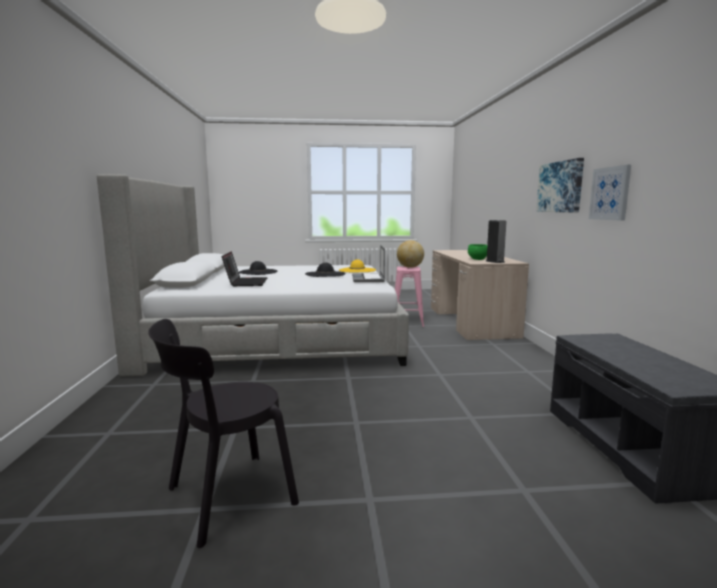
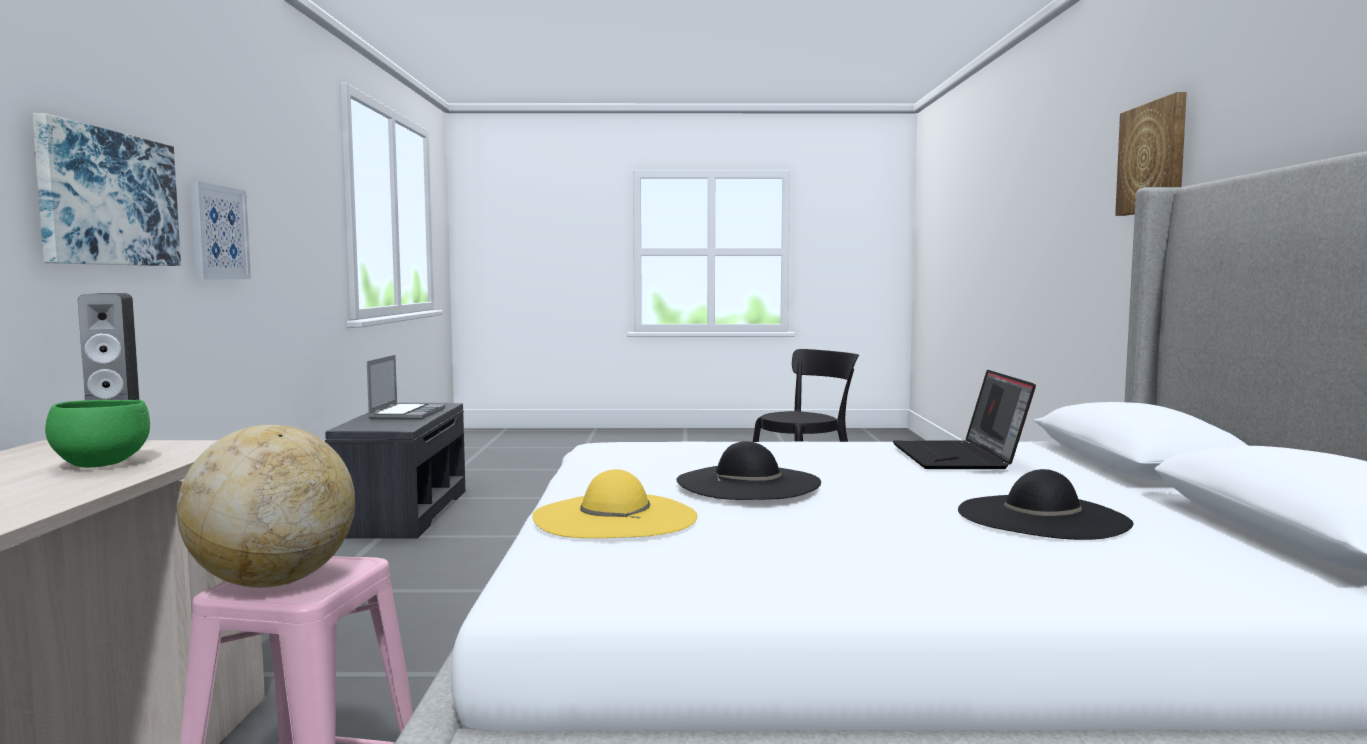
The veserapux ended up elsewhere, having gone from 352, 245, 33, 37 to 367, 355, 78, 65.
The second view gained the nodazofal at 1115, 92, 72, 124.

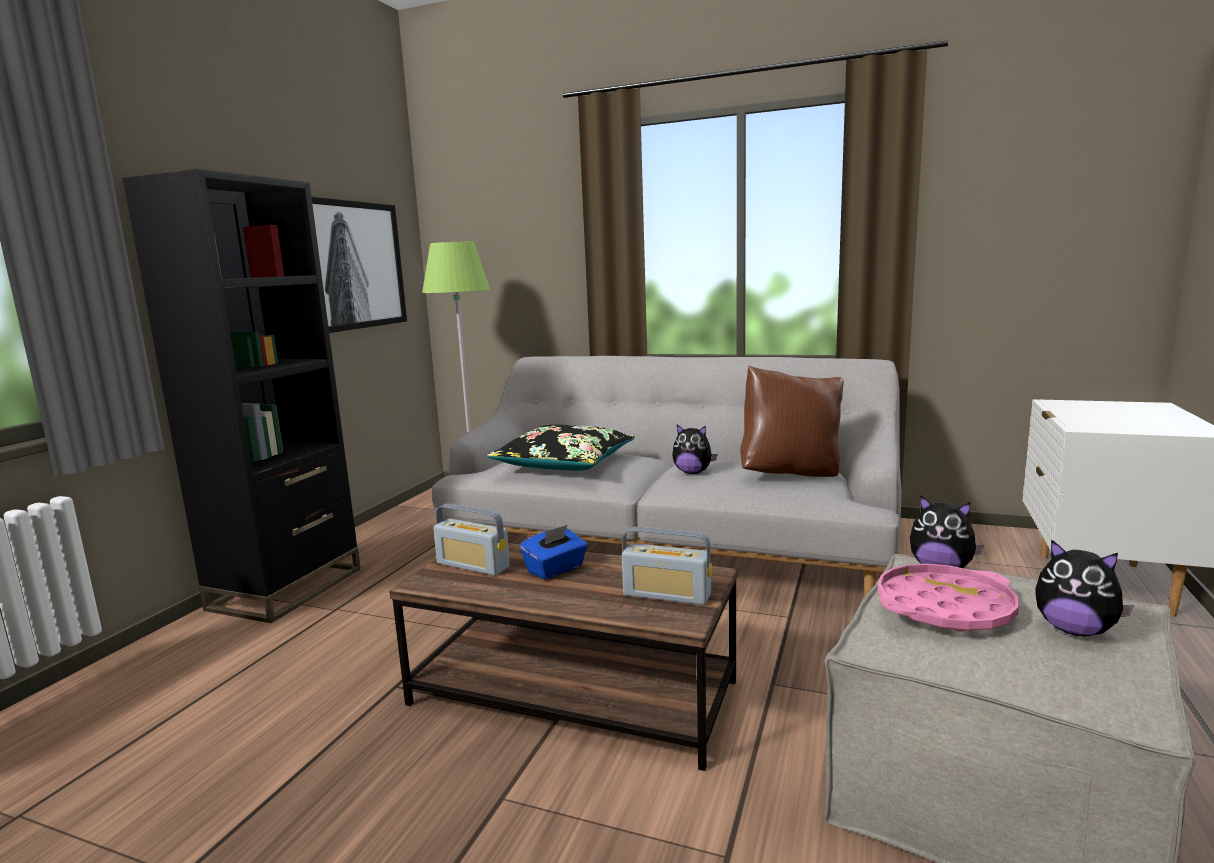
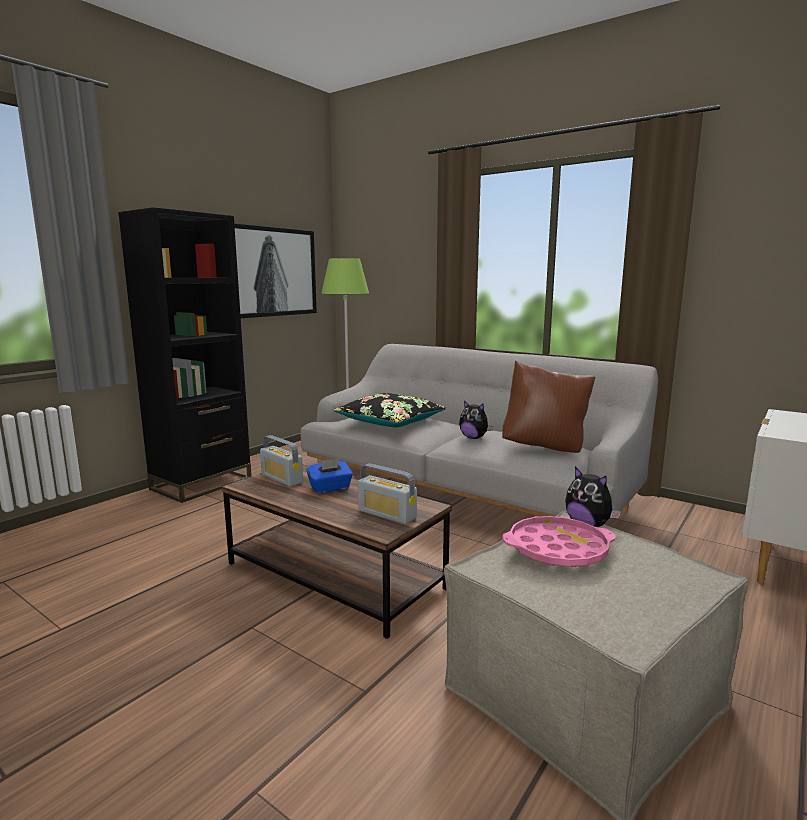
The second view lost the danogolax at 1035, 539, 99, 97.

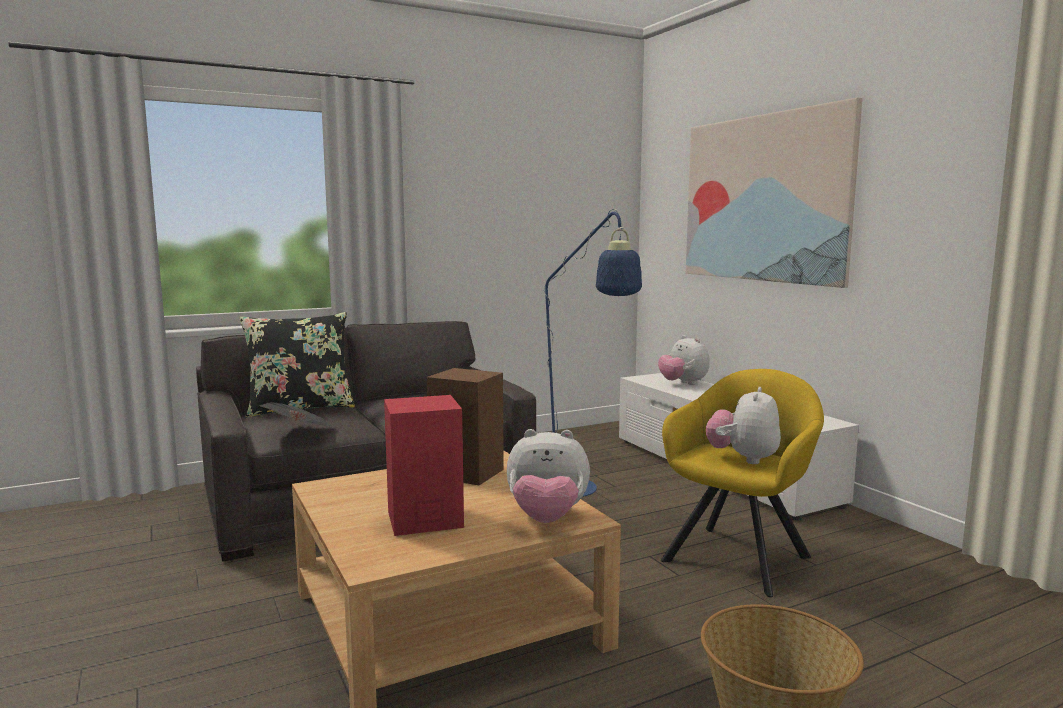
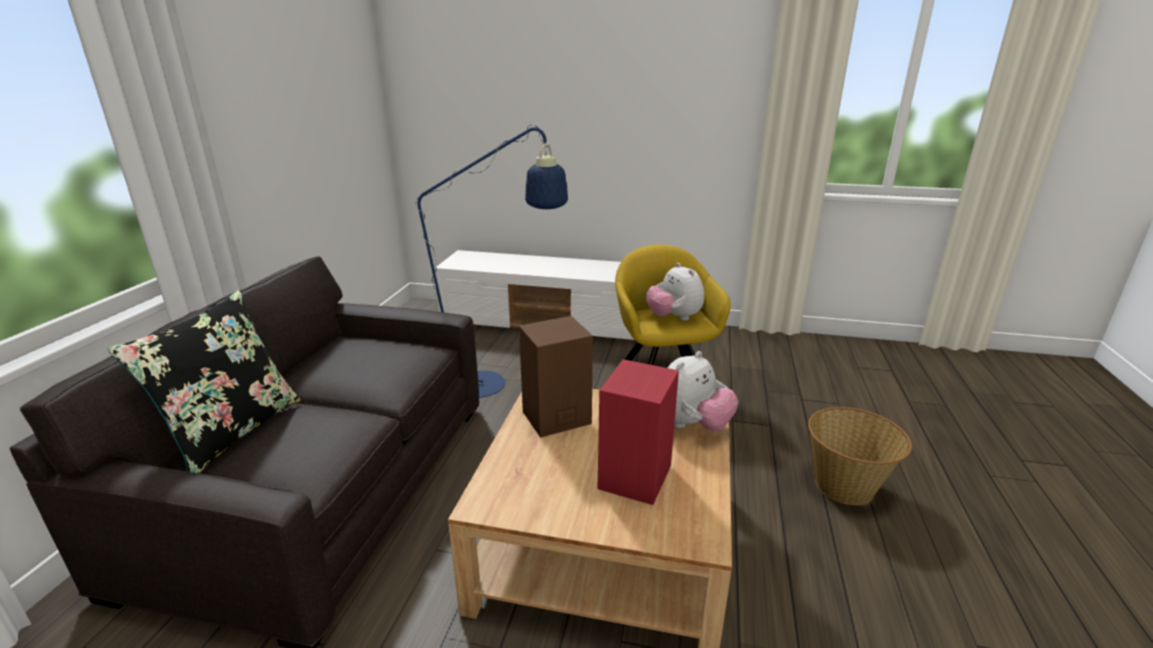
The second view lost the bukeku at 259, 403, 75, 23.
The second view lost the danogolax at 658, 335, 52, 50.
The second view lost the nodazofal at 686, 97, 177, 191.

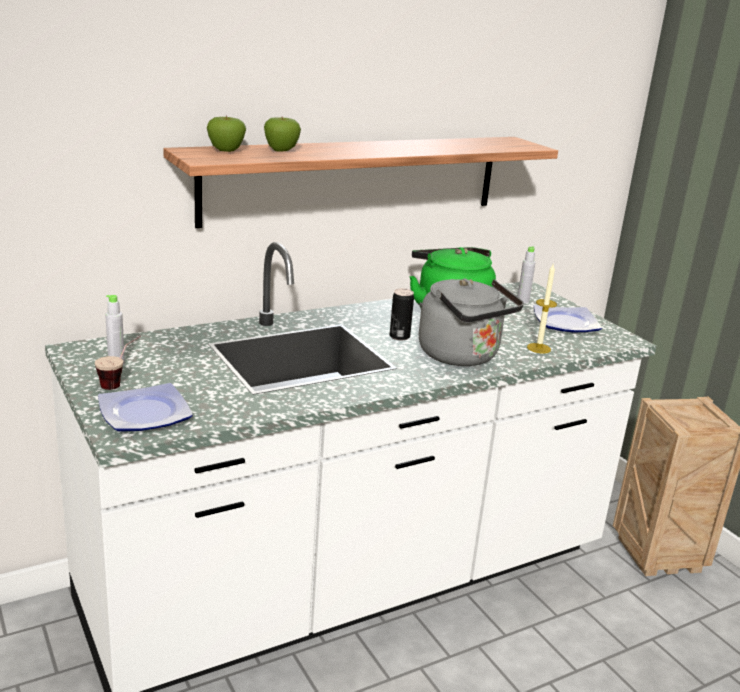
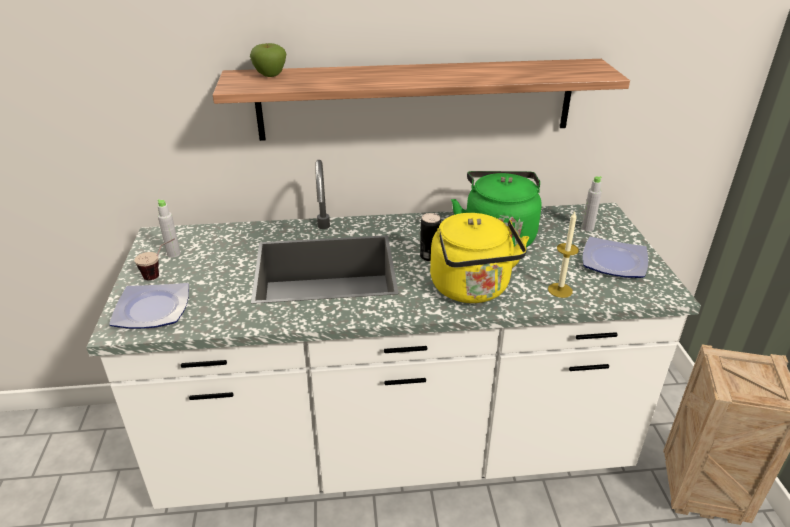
What was the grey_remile at 419, 279, 105, 87 turned into the yellow_remile at 430, 213, 99, 90.
The second view lost the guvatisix at 264, 117, 37, 34.

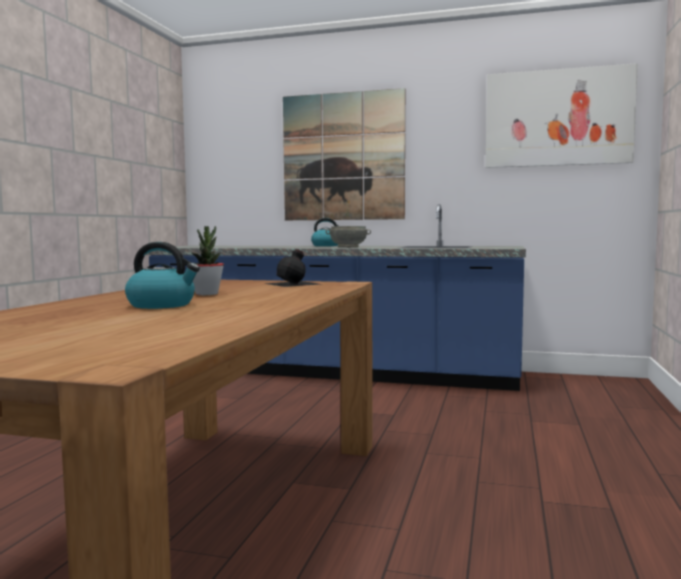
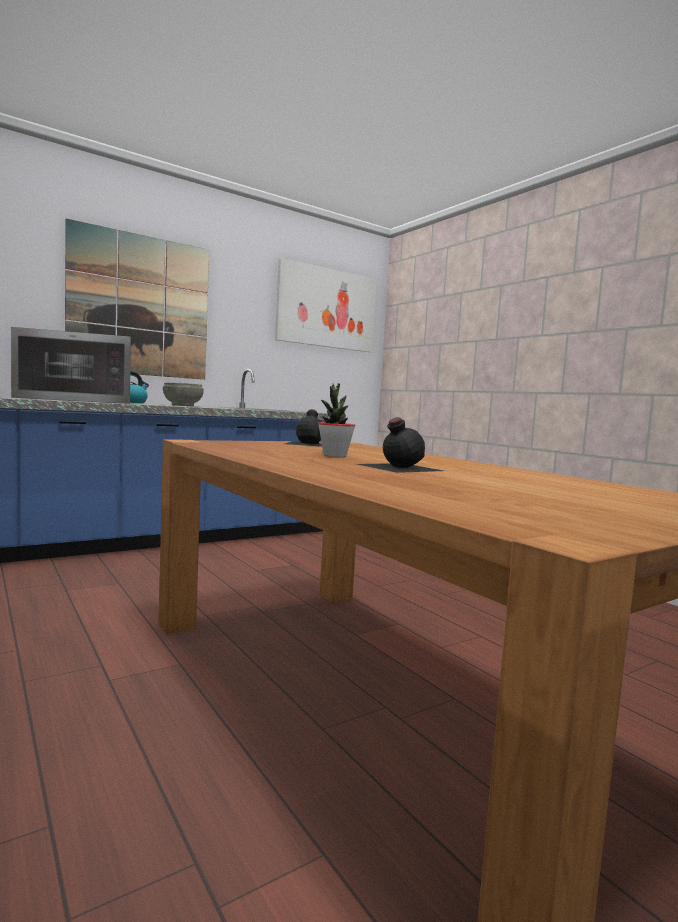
The second view gained the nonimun at 11, 327, 120, 77.
Where the remile stood at 125, 242, 75, 67, the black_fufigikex came to stand at 357, 417, 86, 56.

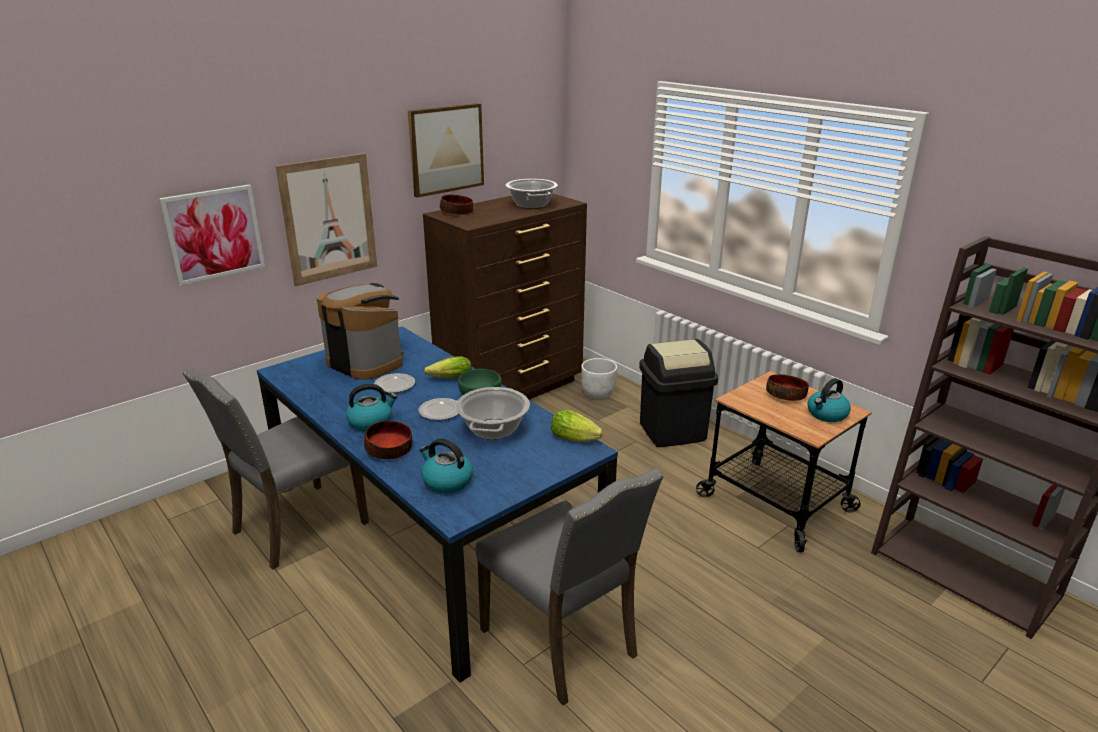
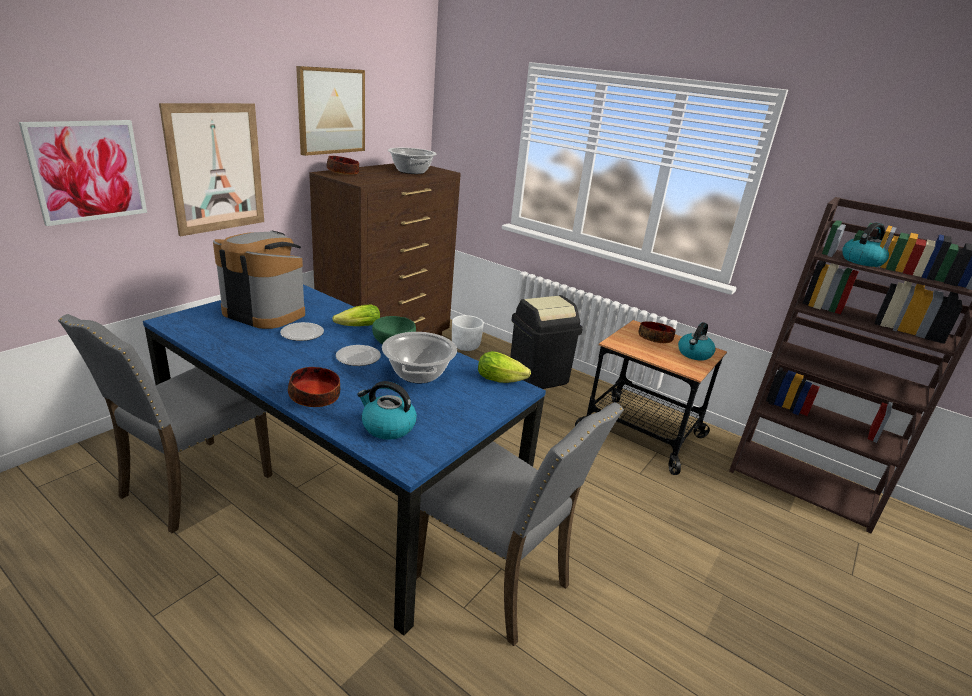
The remile ended up elsewhere, having gone from 346, 384, 51, 47 to 842, 223, 47, 44.

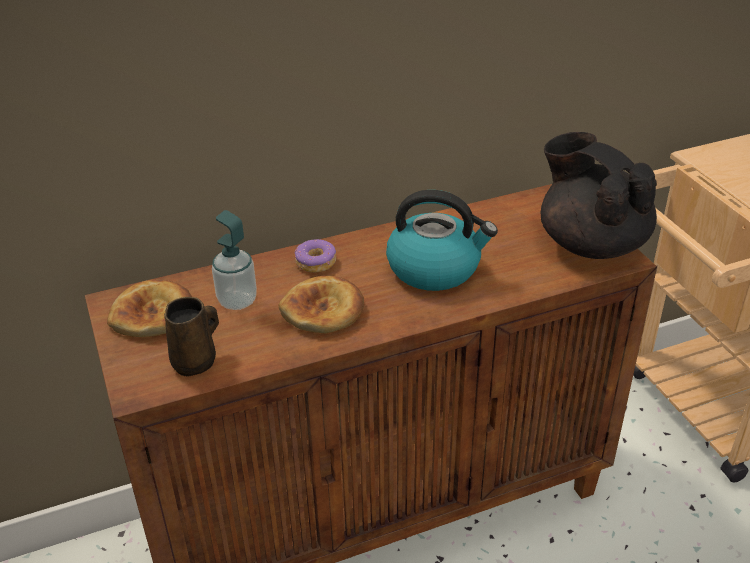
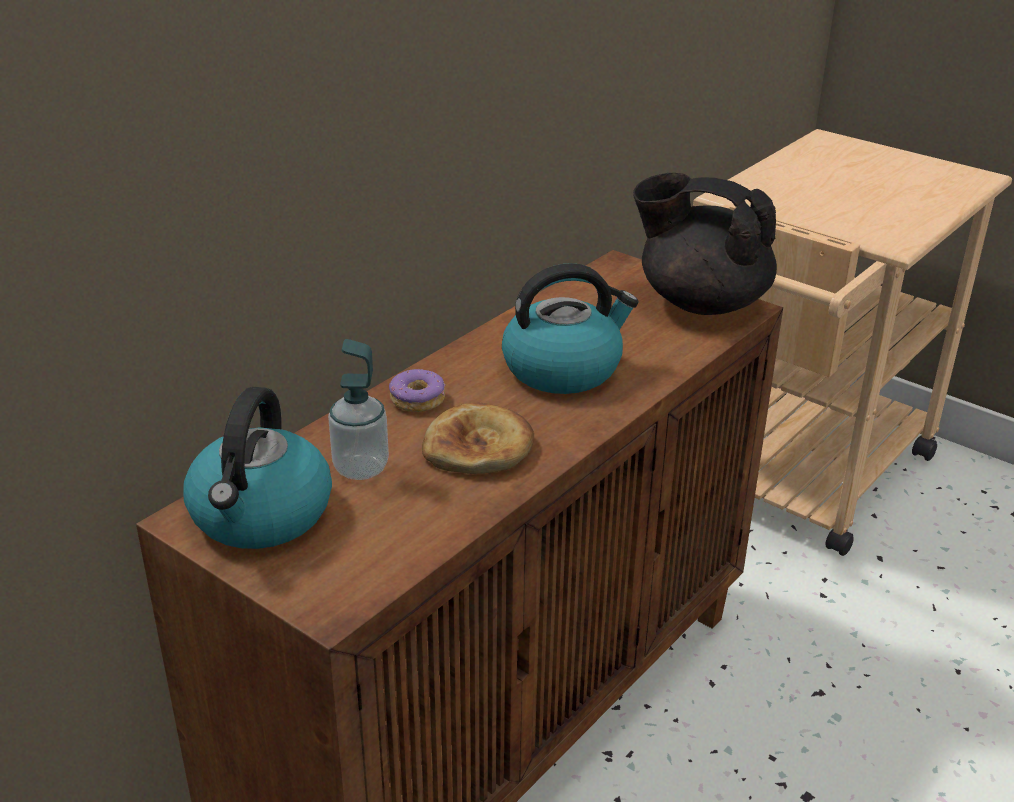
Where the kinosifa stood at 107, 279, 85, 58, the remile came to stand at 183, 387, 149, 162.
The second view lost the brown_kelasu at 164, 297, 55, 80.

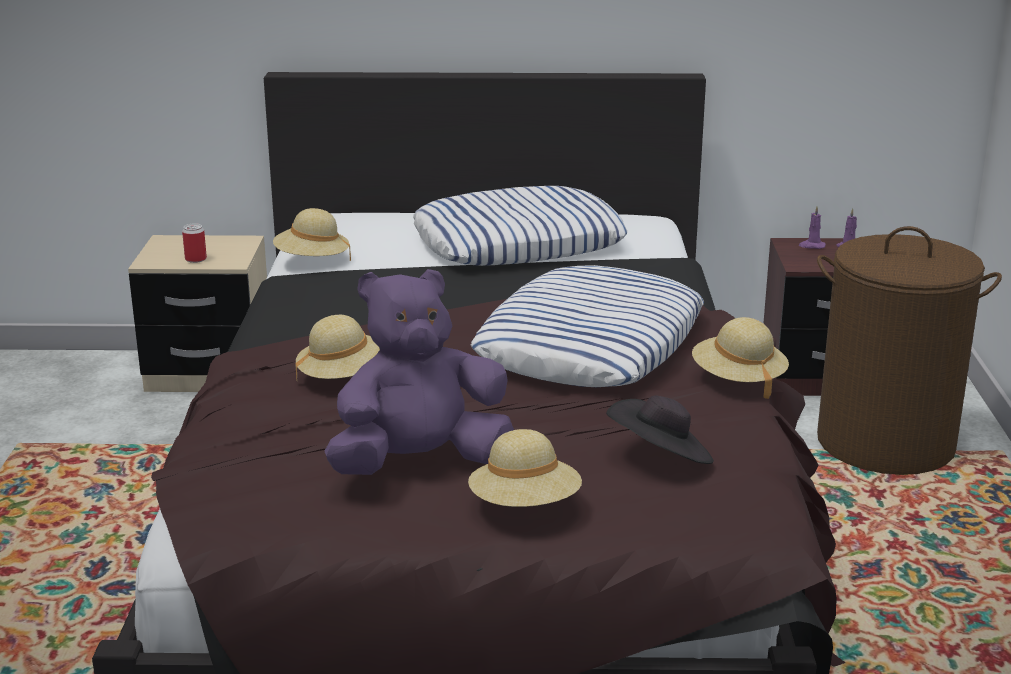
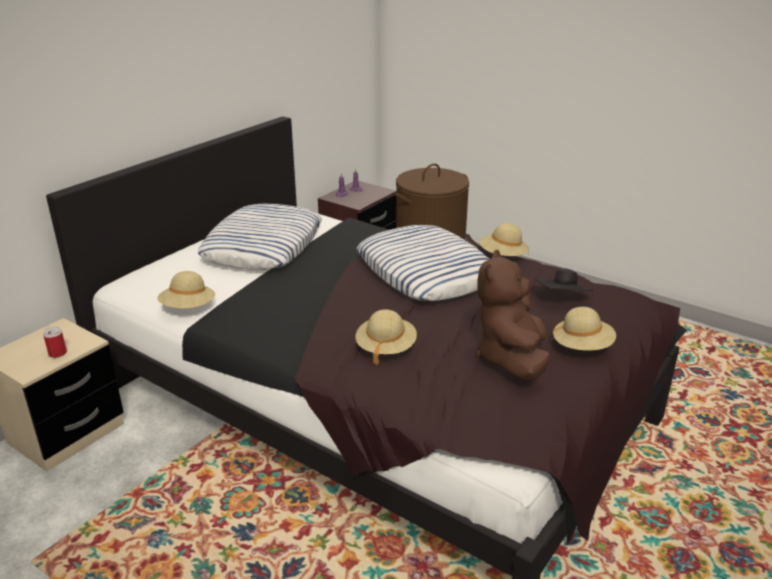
What was the purple_danogolax at 325, 269, 189, 206 turned into the brown_danogolax at 476, 250, 74, 131.

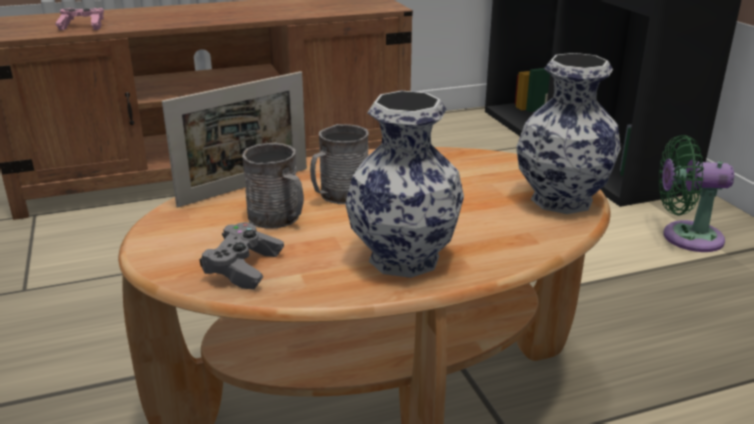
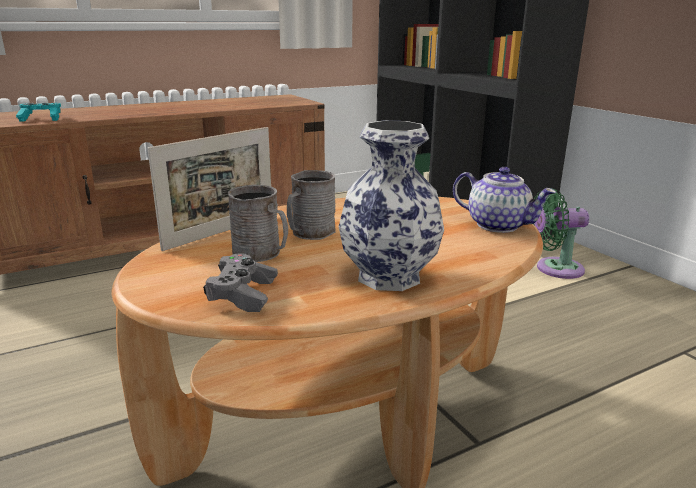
What was the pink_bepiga at 55, 8, 49, 22 turned into the turquoise_bepiga at 16, 103, 45, 19.
Where the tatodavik stood at 516, 53, 105, 161, the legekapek came to stand at 453, 167, 103, 66.

